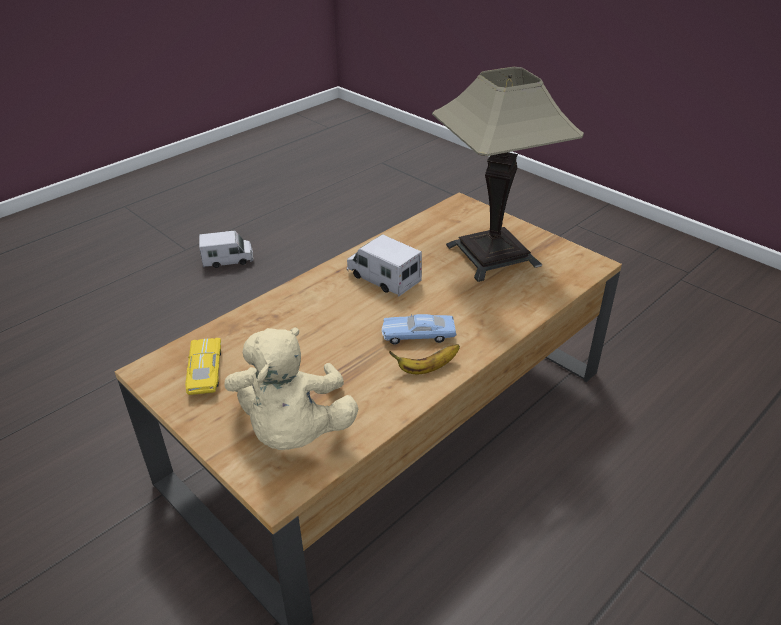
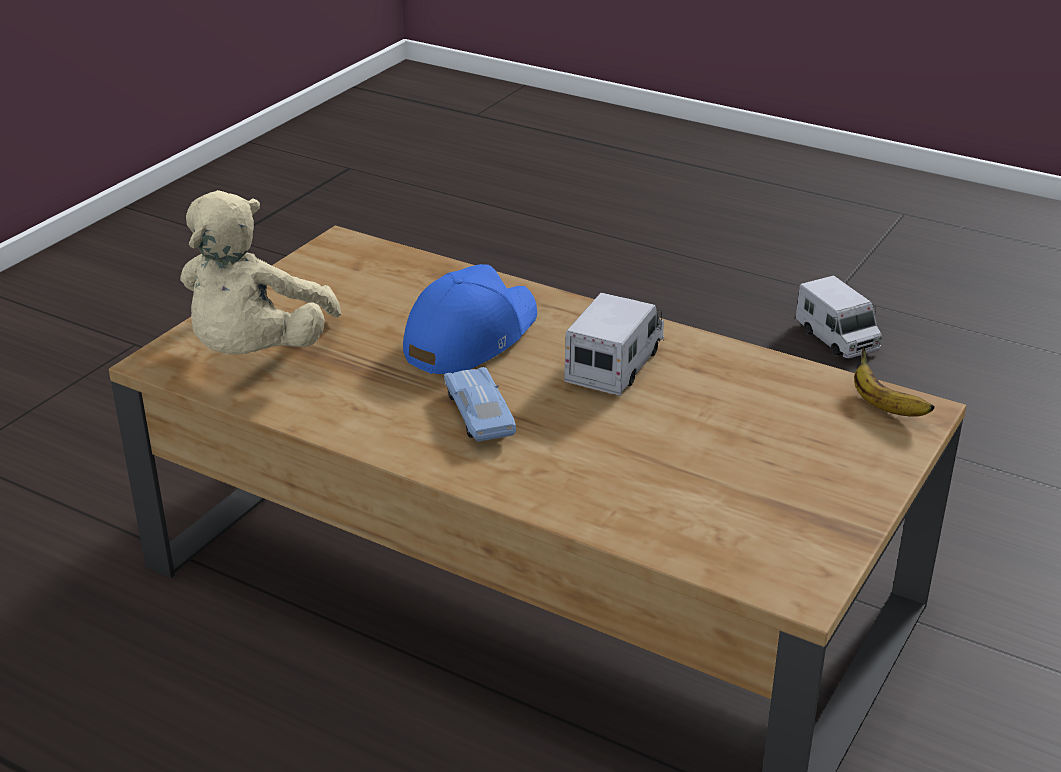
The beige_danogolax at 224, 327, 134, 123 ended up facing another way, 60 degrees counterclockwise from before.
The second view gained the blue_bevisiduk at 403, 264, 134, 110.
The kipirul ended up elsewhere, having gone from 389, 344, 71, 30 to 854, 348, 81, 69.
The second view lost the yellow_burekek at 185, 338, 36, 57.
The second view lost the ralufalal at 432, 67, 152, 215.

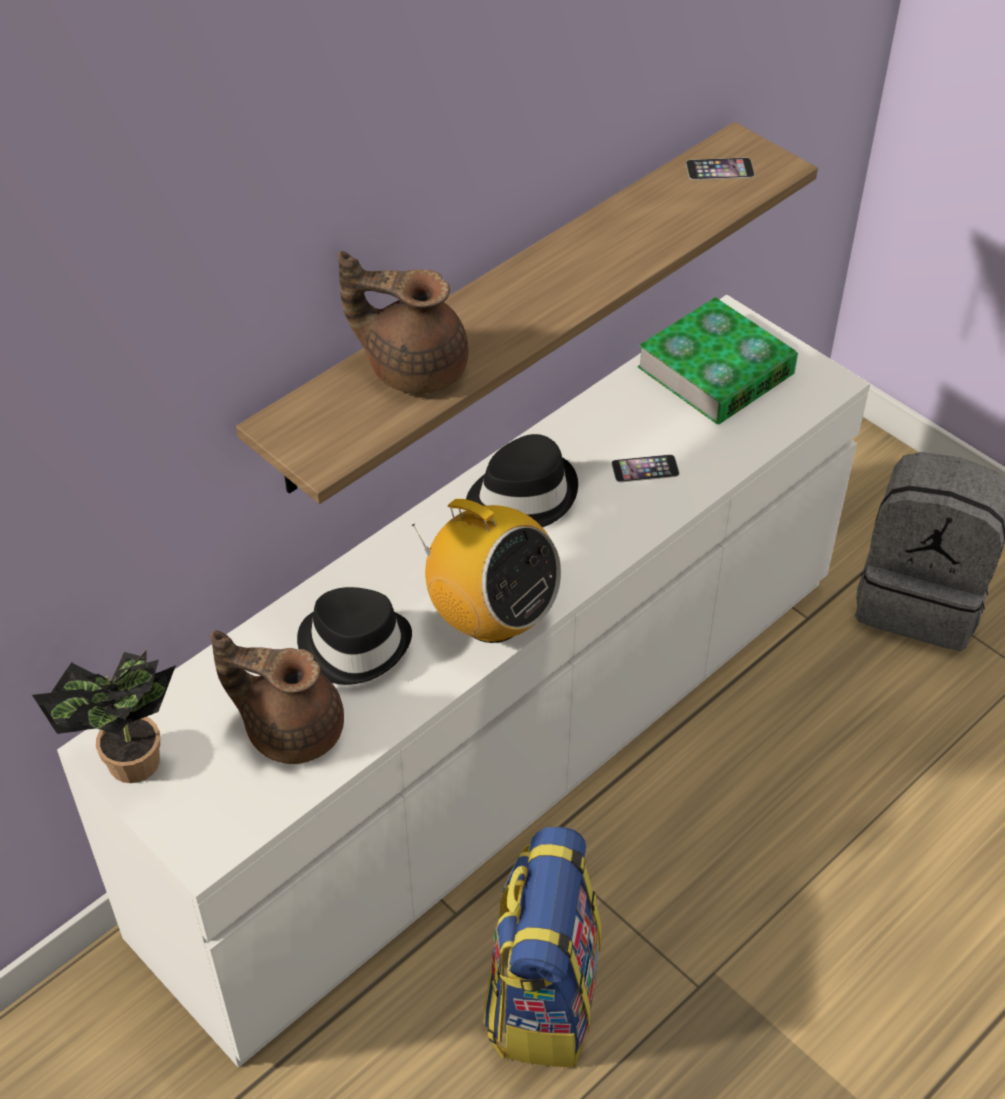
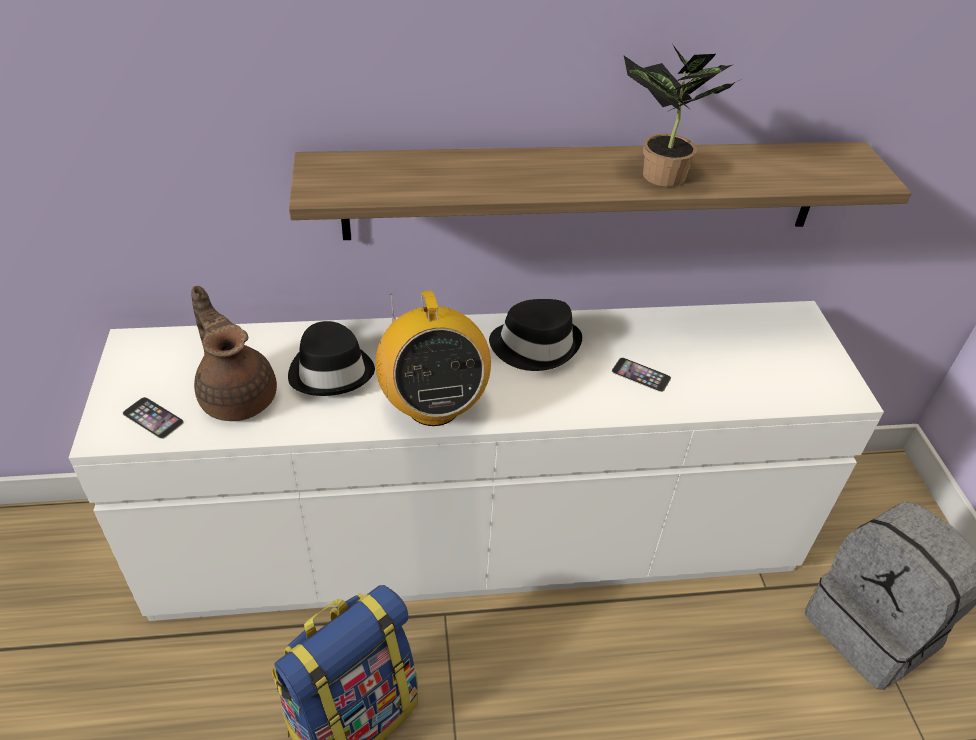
The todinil ended up elsewhere, having gone from 686, 158, 69, 22 to 123, 397, 61, 42.
The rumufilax ended up elsewhere, having gone from 32, 649, 144, 134 to 624, 44, 116, 143.
The second view lost the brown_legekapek at 338, 251, 131, 143.
The second view lost the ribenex at 637, 297, 161, 127.

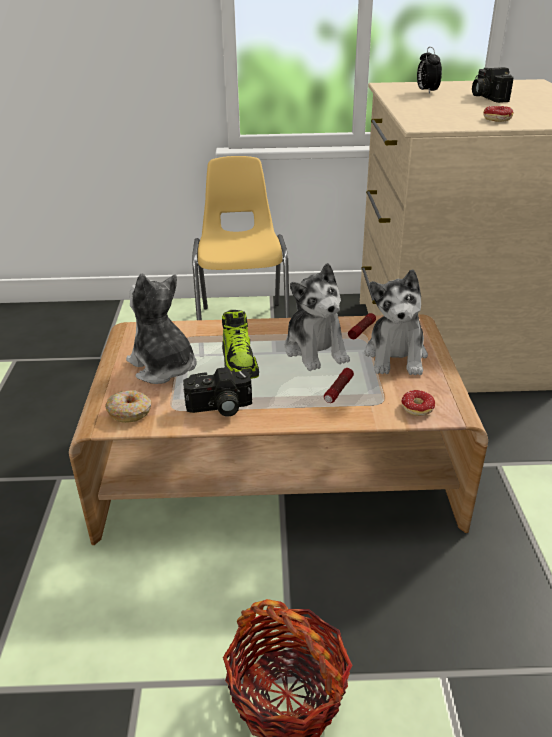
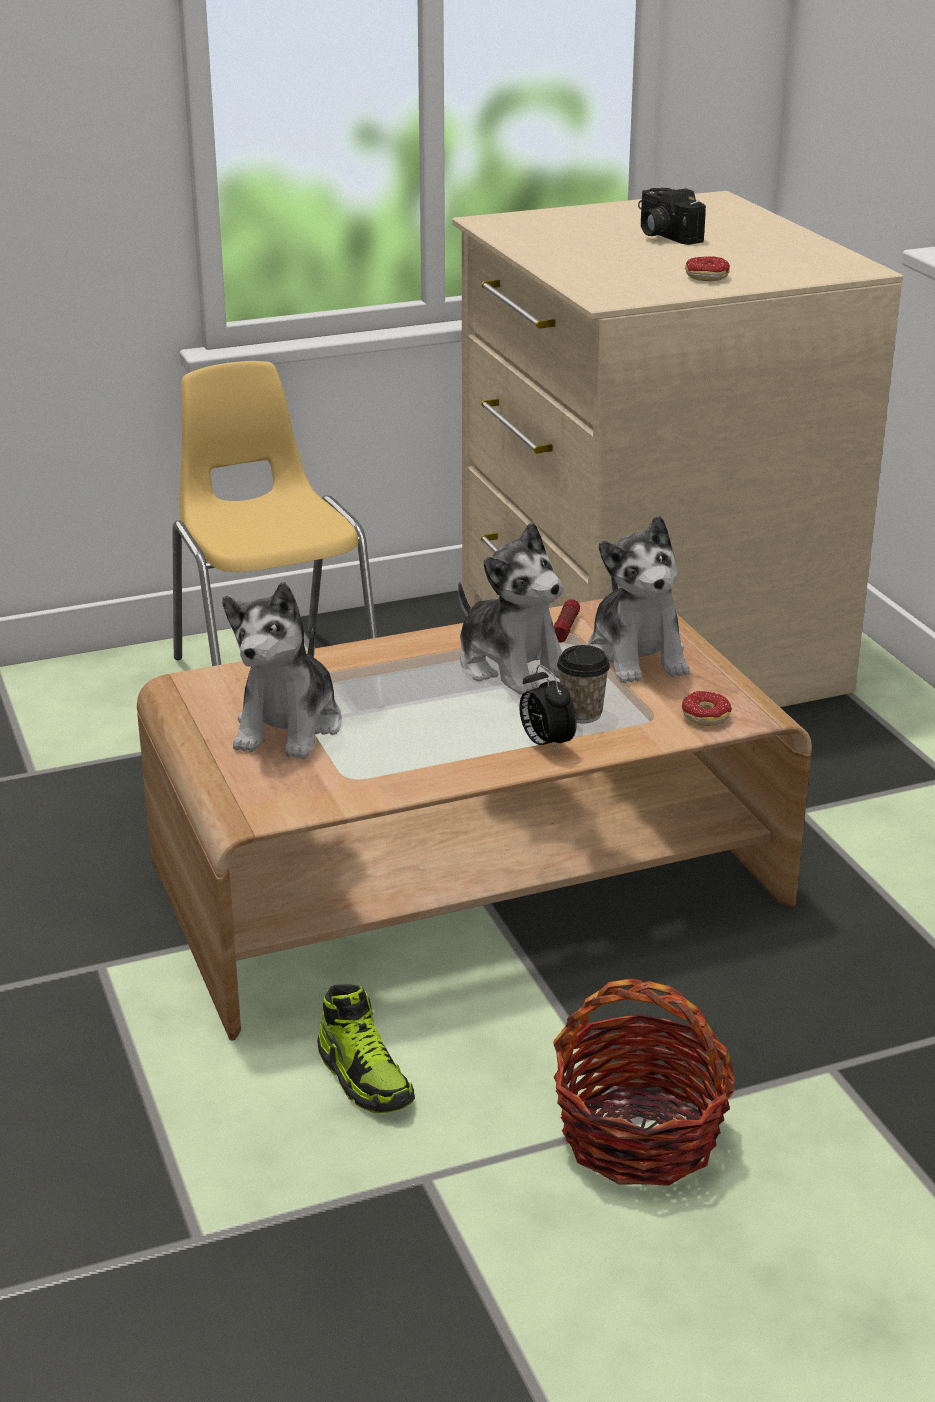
The danogolax at 126, 273, 70, 111 ended up facing another way, 105 degrees counterclockwise from before.
The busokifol ended up elsewhere, having gone from 222, 310, 37, 69 to 317, 984, 98, 129.
The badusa ended up elsewhere, having gone from 417, 47, 25, 47 to 519, 665, 58, 90.
Where the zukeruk stood at 324, 368, 30, 35, the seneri came to stand at 557, 645, 53, 78.
The second view lost the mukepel at 105, 390, 46, 33.
The second view lost the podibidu at 183, 367, 69, 50.

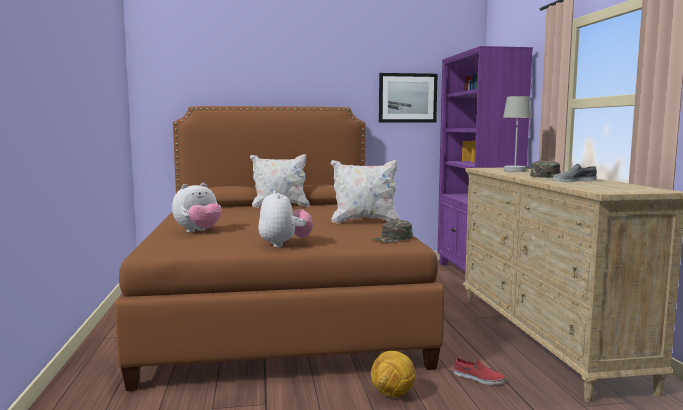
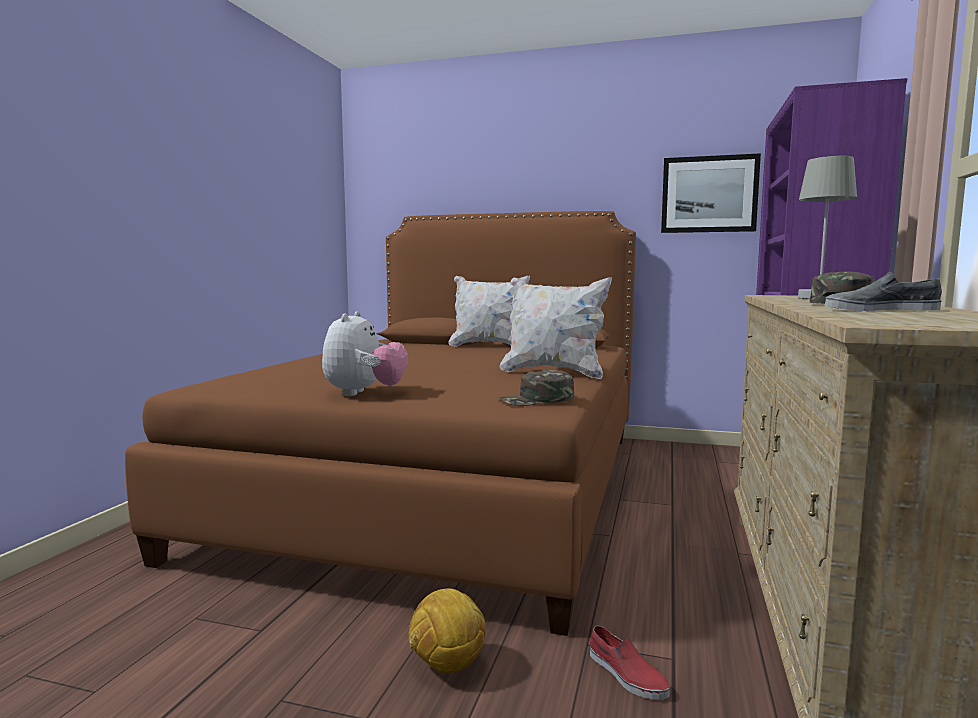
The second view lost the danogolax at 172, 183, 50, 49.

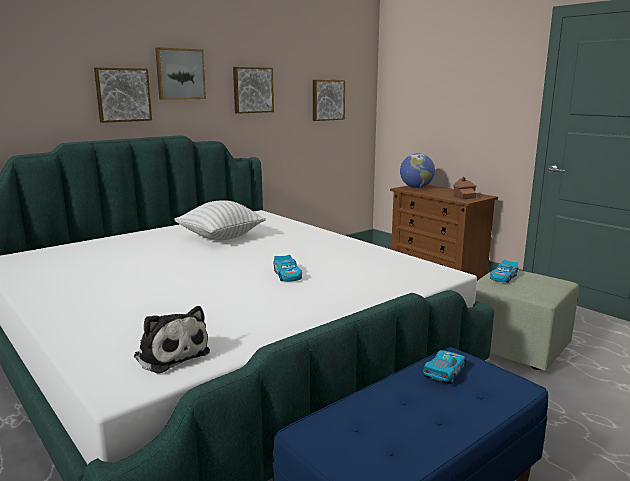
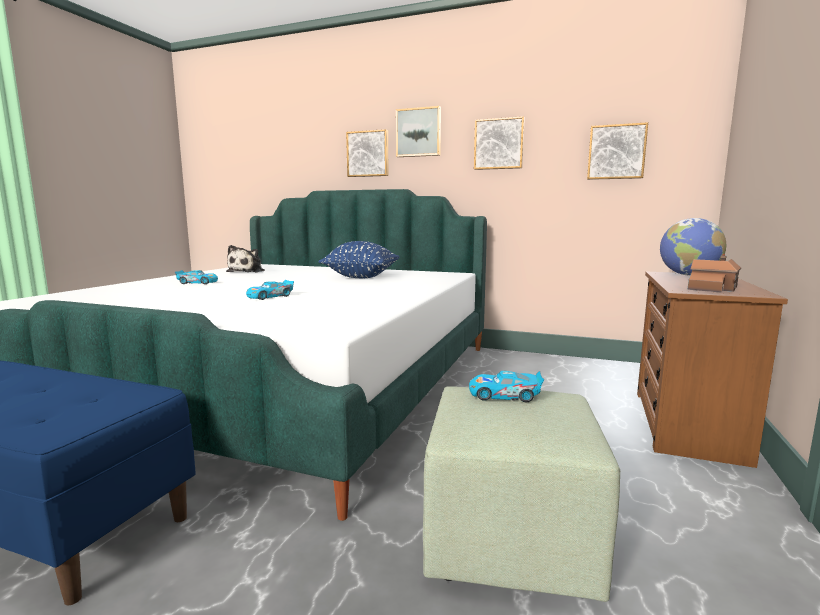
The burekek ended up elsewhere, having gone from 423, 350, 43, 34 to 175, 270, 43, 14.
The danogolax ended up elsewhere, having gone from 134, 306, 76, 68 to 226, 245, 39, 28.
What was the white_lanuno at 174, 200, 92, 41 turned into the blue_lanuno at 319, 241, 81, 37.

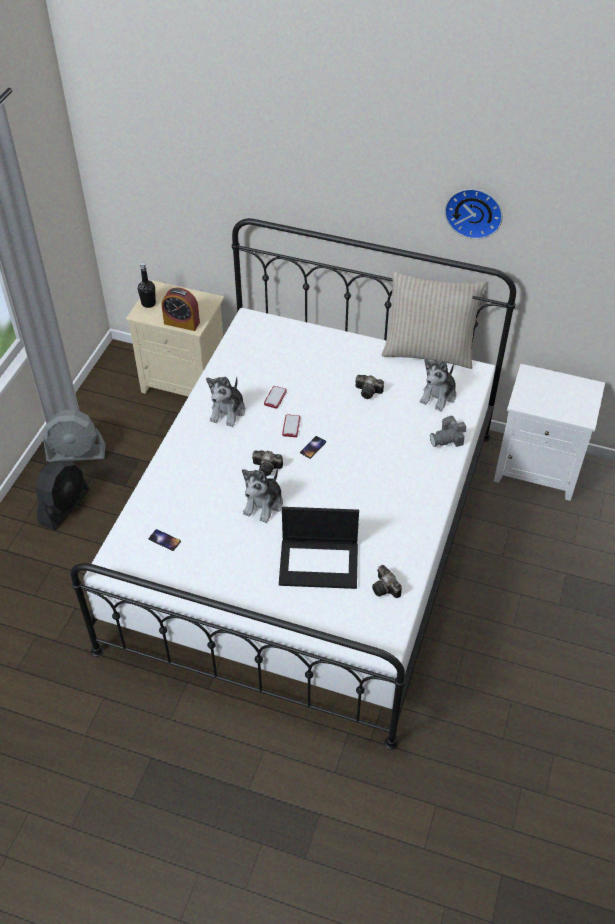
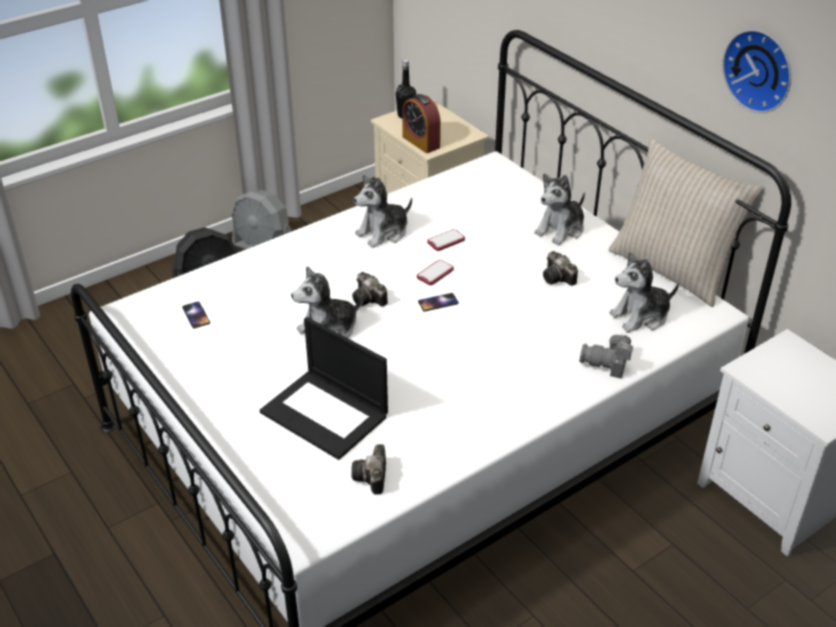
The second view gained the danogolax at 534, 173, 51, 72.

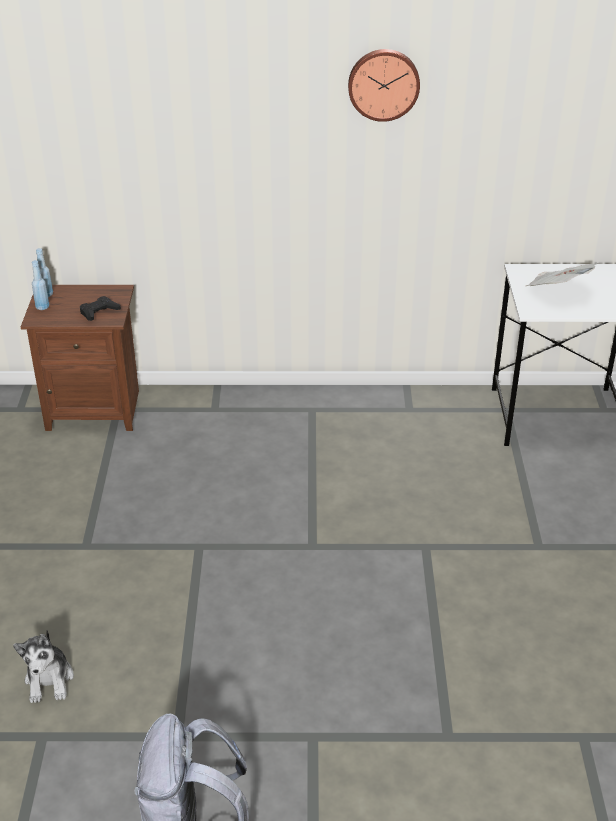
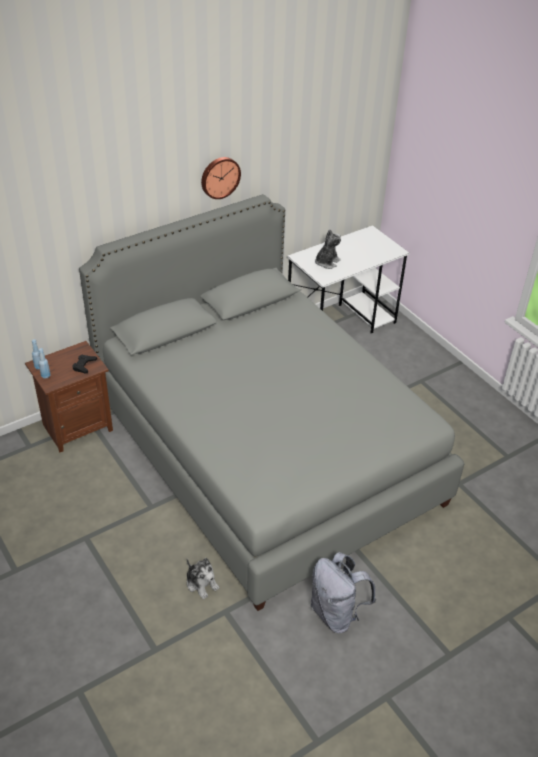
The second view gained the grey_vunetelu at 79, 194, 385, 417.
Where the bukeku stood at 526, 263, 72, 23, the danogolax came to stand at 315, 229, 26, 40.

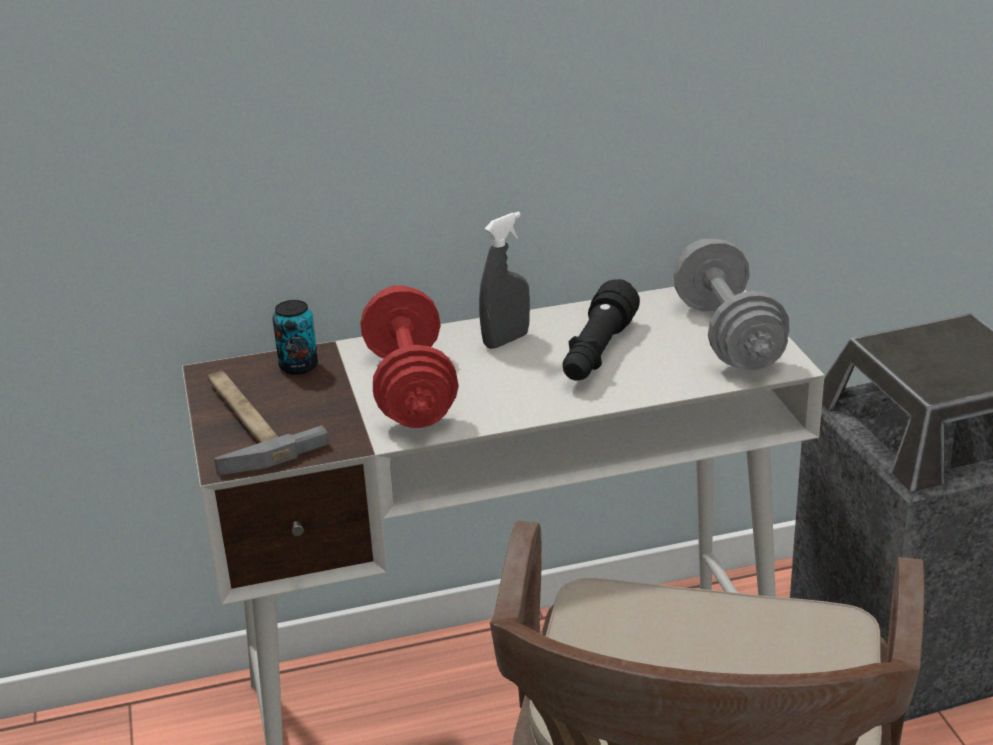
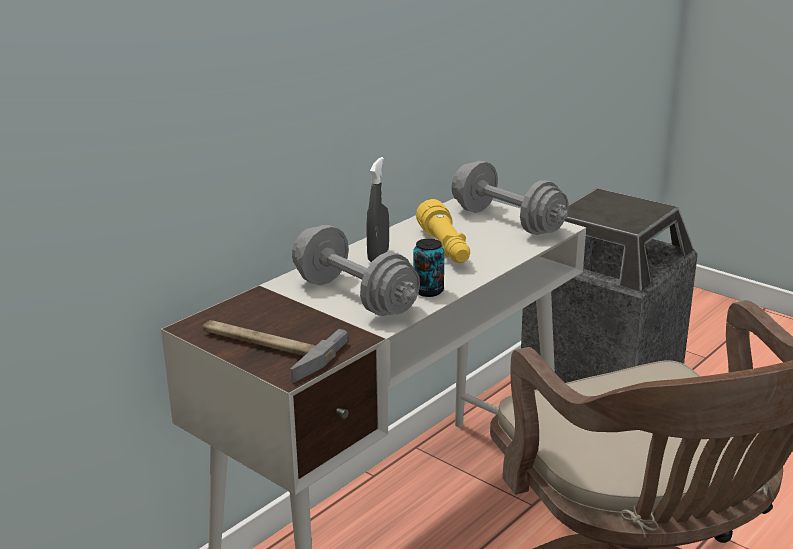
What was the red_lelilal at 360, 286, 99, 142 turned into the grey_lelilal at 292, 225, 128, 91.
The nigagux ended up elsewhere, having gone from 272, 300, 46, 75 to 413, 239, 31, 58.
What was the black_zukeruk at 562, 279, 78, 102 turned into the yellow_zukeruk at 416, 199, 54, 64.

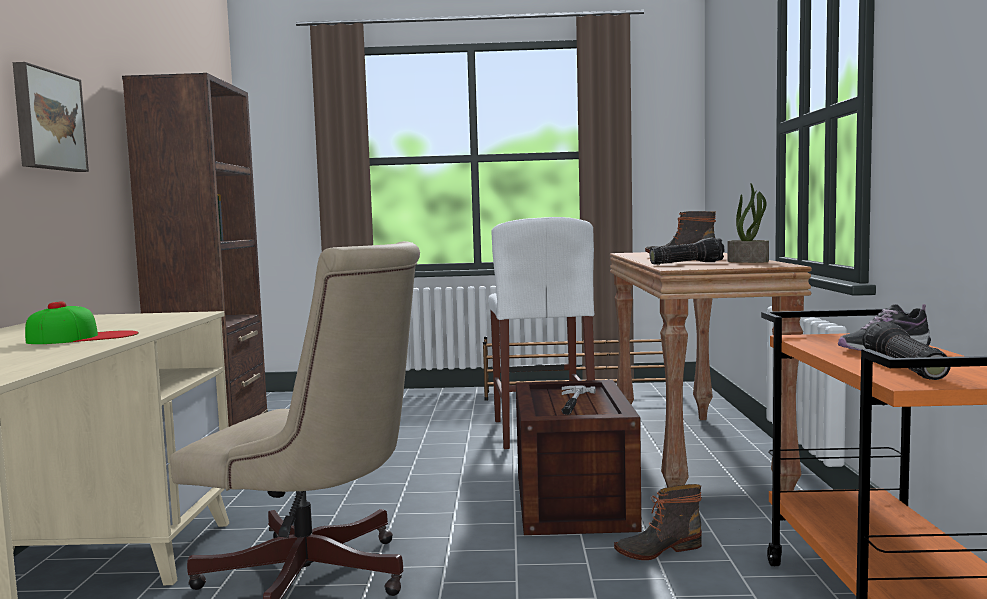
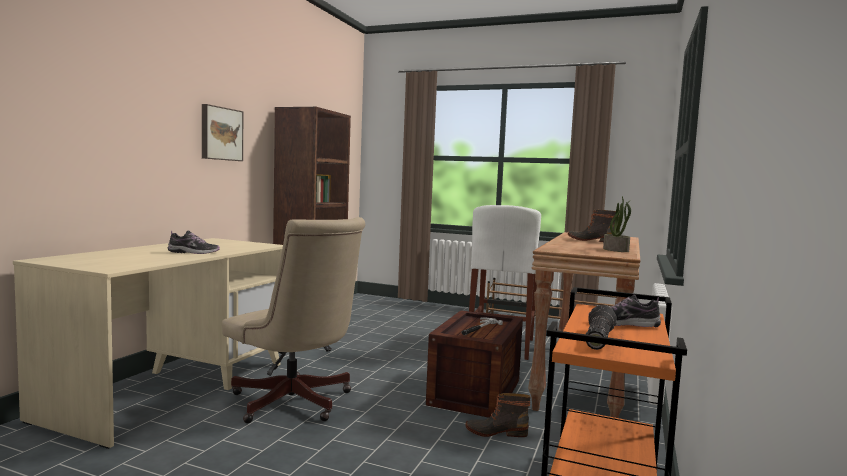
Where the bevisiduk stood at 25, 301, 114, 43, the busokifol came to stand at 168, 230, 52, 24.
The second view lost the zukeruk at 650, 237, 75, 28.

